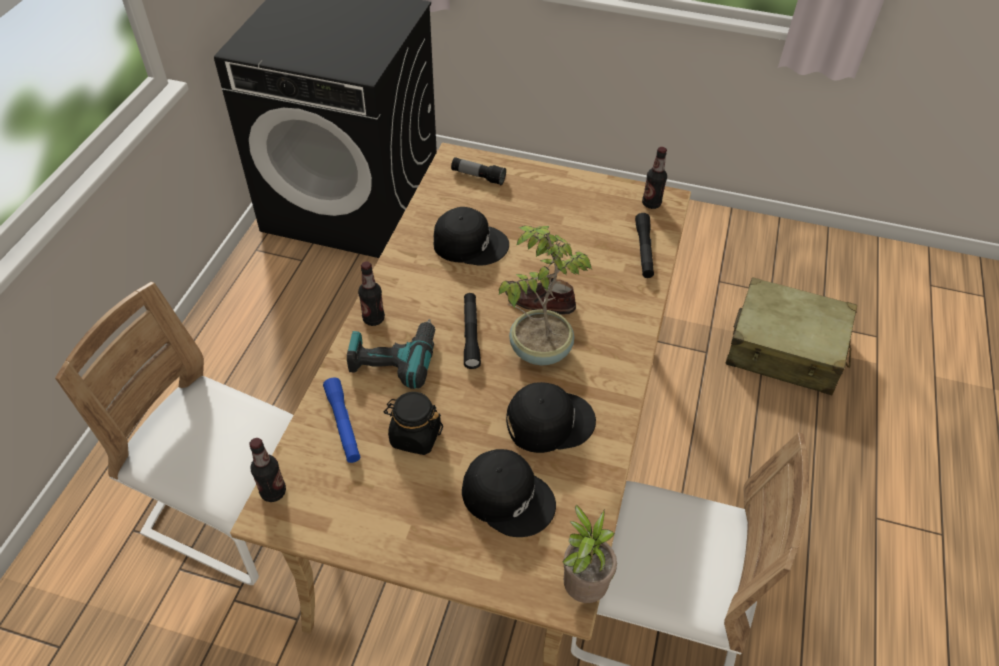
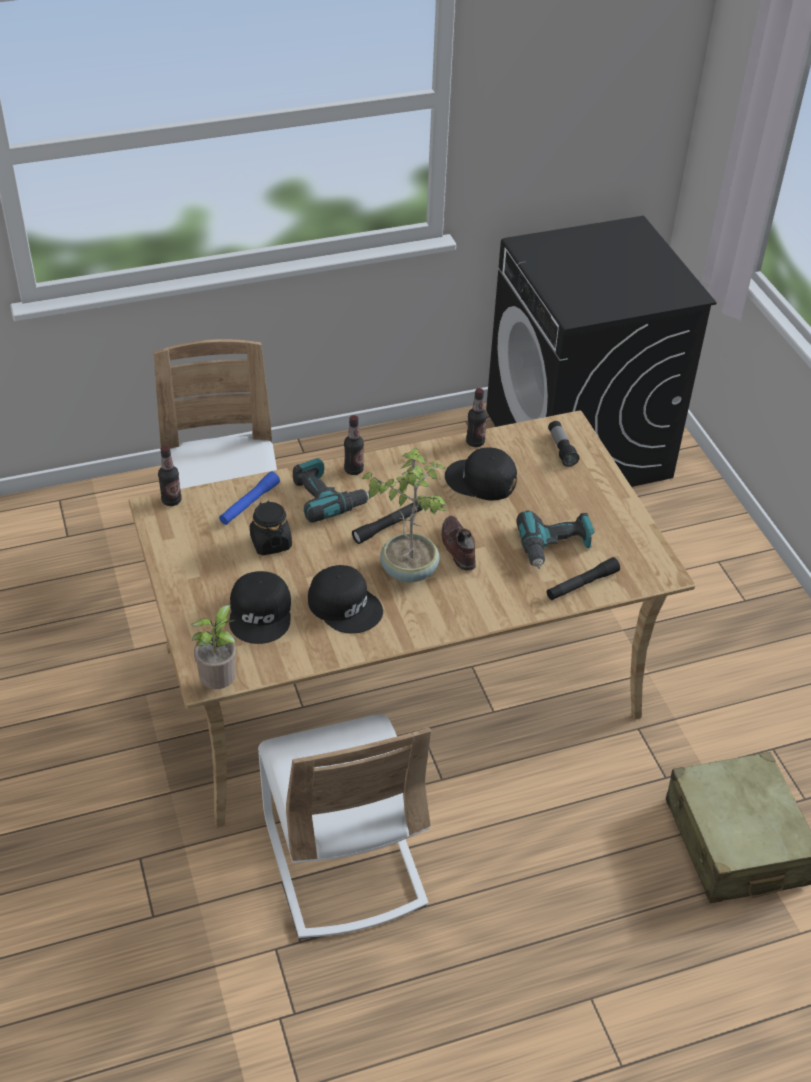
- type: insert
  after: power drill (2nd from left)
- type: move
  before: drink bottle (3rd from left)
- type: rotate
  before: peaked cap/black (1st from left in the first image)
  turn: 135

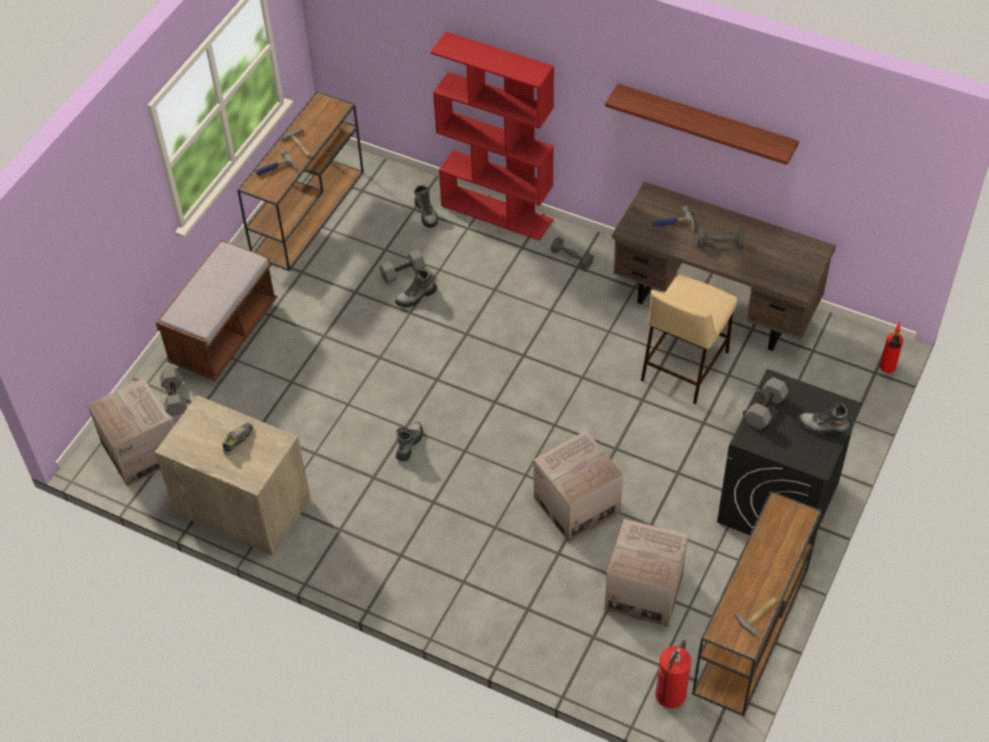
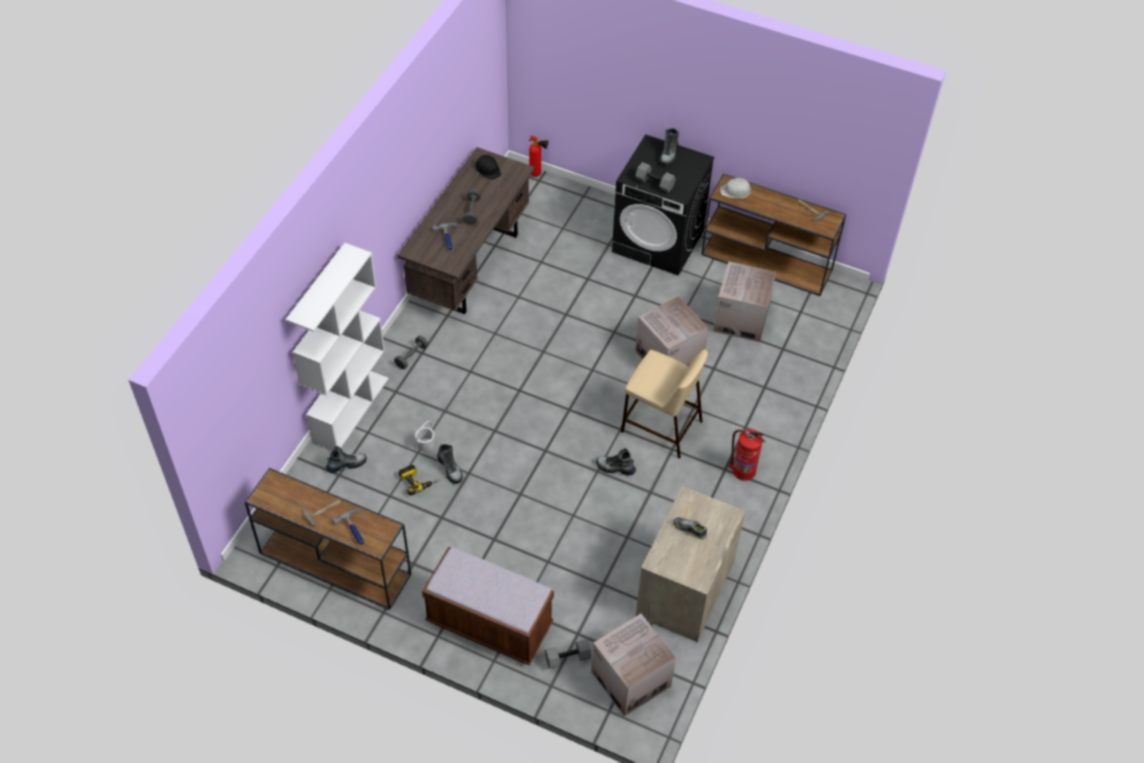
- type: delete
  before: bracket shelf
- type: insert
  after: bucket/white
- type: insert
  after: work helmet/black
- type: insert
  after: work helmet/white
- type: move
  before: sitting stool/beige-coloured
- type: move
  before: fire-fighting cylinder (1st from left in the first image)
  after: fire-fighting cylinder (2nd from left)
- type: replace
  before: free weight/greyish (2nd from left)
  after: power drill
- type: recolor
  before: bookcase/red
  after: bookcase/white

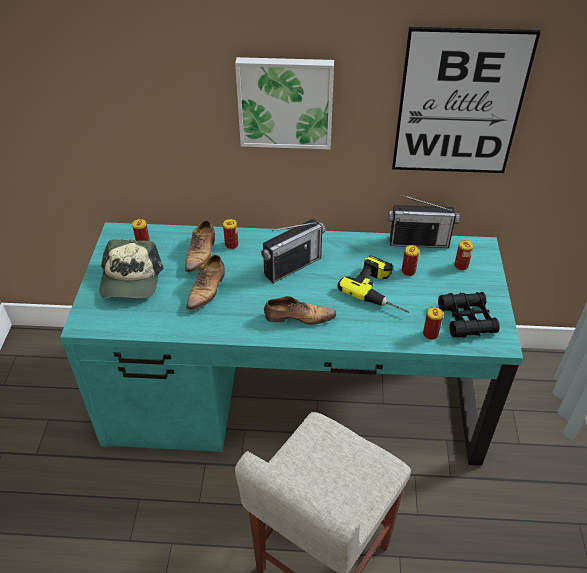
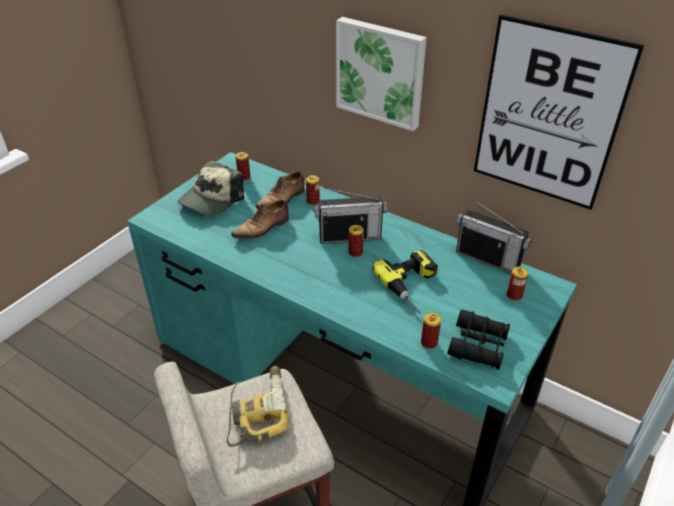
- type: delete
  before: low shoe (3rd from left)
- type: insert
  after: power drill (1st from left)
- type: move
  before: metal can (3rd from left)

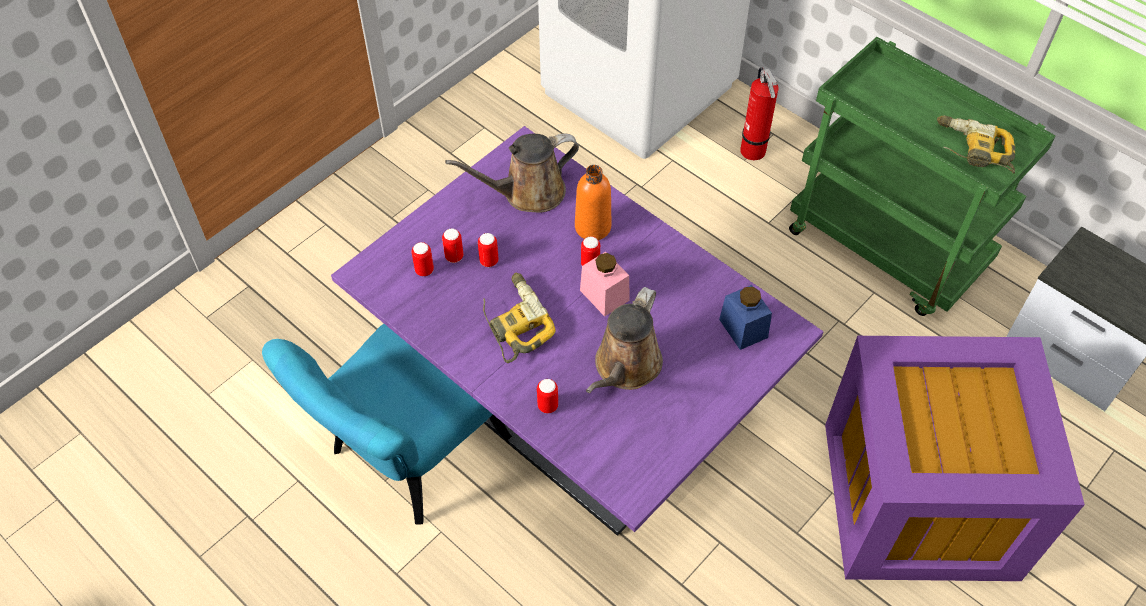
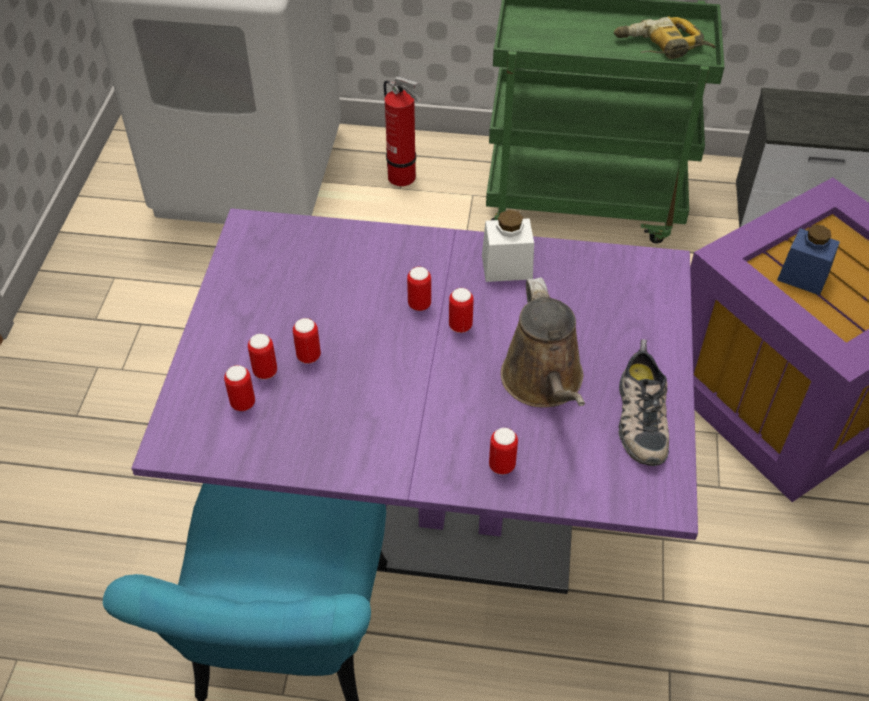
- type: delete
  before: watering can/brown (1st from left)
- type: delete
  before: power drill (1st from left)
- type: delete
  before: drink bottle/orangey
- type: insert
  after: storage jar/white
- type: insert
  after: low shoe
- type: move
  before: storage jar/blue-coloured
- type: replace
  before: storage jar/pink-coloured
  after: metal can (5th from left)

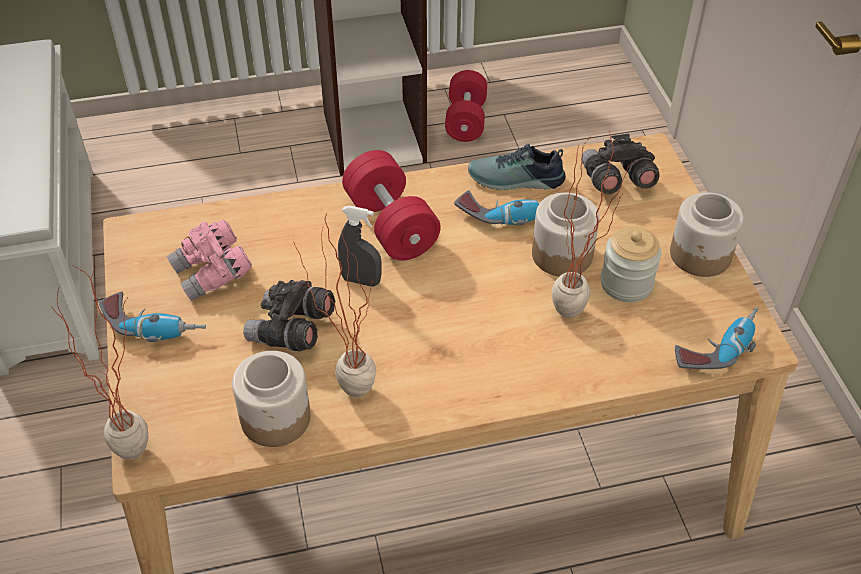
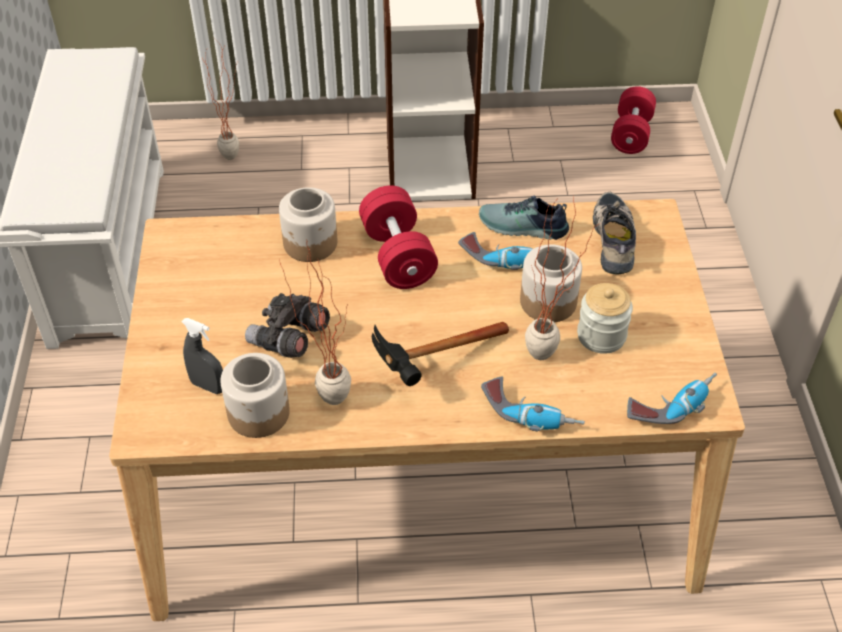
- type: delete
  before: binoculars/pink-coloured
- type: insert
  after: tool hammer
- type: move
  before: plant in a pot (1st from left)
- type: move
  before: power drill (1st from left in the first image)
  after: power drill (2nd from left)
- type: move
  before: spray bottle/greyish
- type: move
  before: free weight/red (2nd from left)
- type: move
  before: storage jar (4th from left in the first image)
  after: storage jar (2nd from left)
- type: replace
  before: binoculars/greyish (2nd from left)
  after: low shoe (2nd from left)

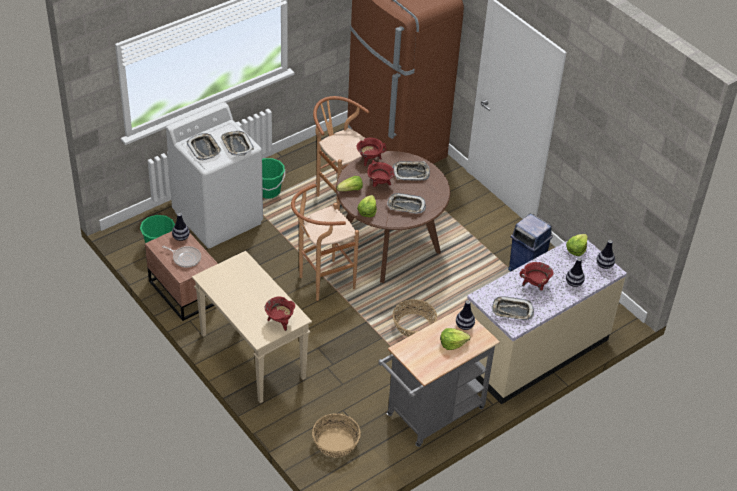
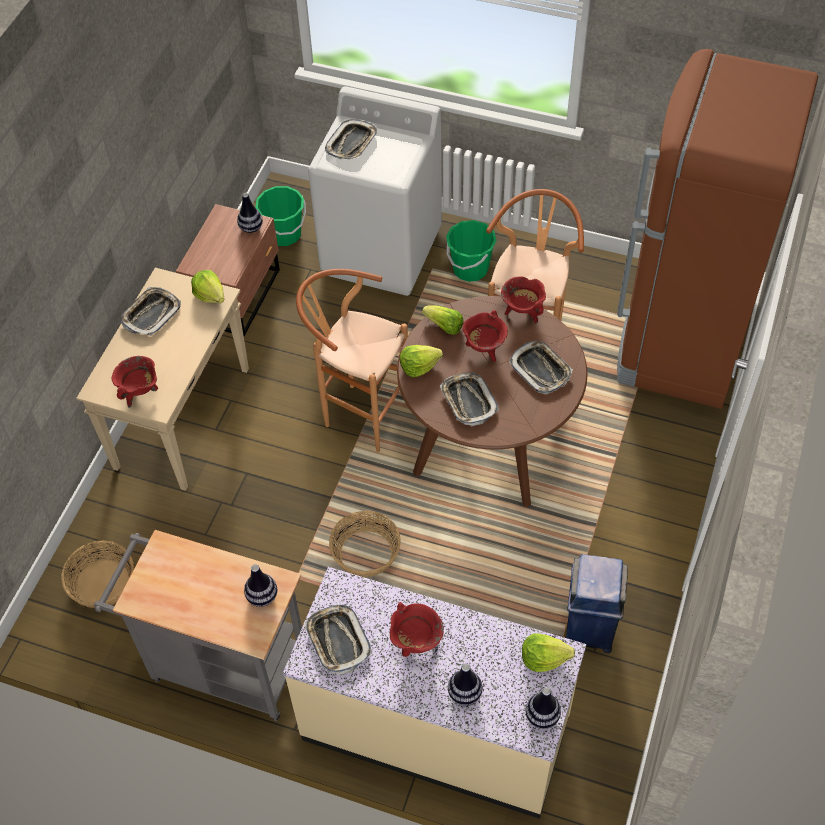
- type: delete
  before: pan
- type: move
  before: serving tray (2nd from left in the first image)
  after: serving tray (1st from left)
- type: move
  before: lettuce (3rd from left in the first image)
  after: lettuce (1st from left)

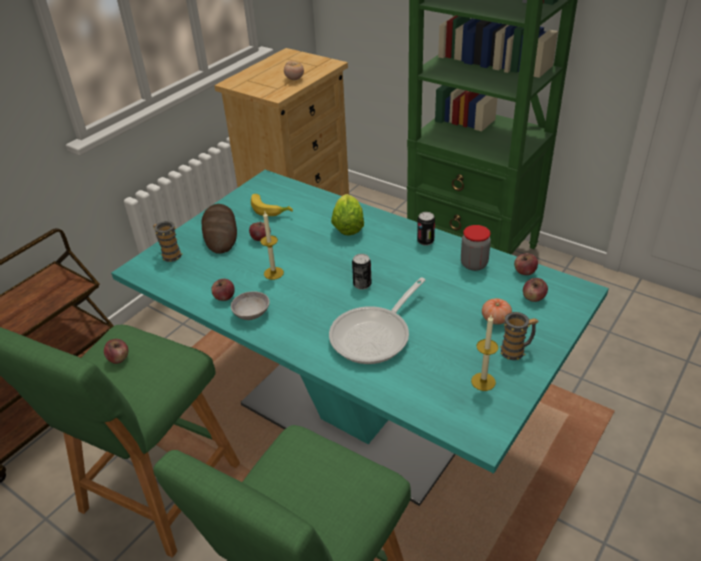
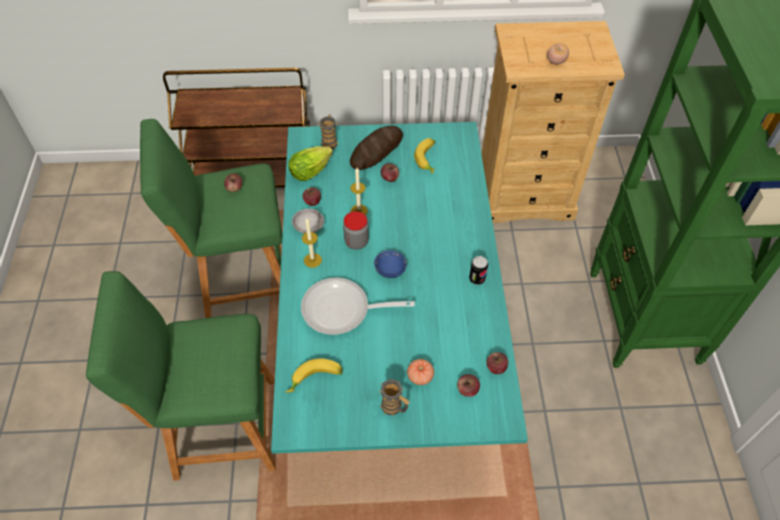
- type: insert
  after: whole banana (1st from left)
- type: move
  before: lettuce
- type: move
  before: storage jar
- type: move
  before: wax candle (2nd from left in the first image)
  after: wax candle (1st from left)
- type: replace
  before: metal can (1st from left)
  after: deep dish/blue-coloured

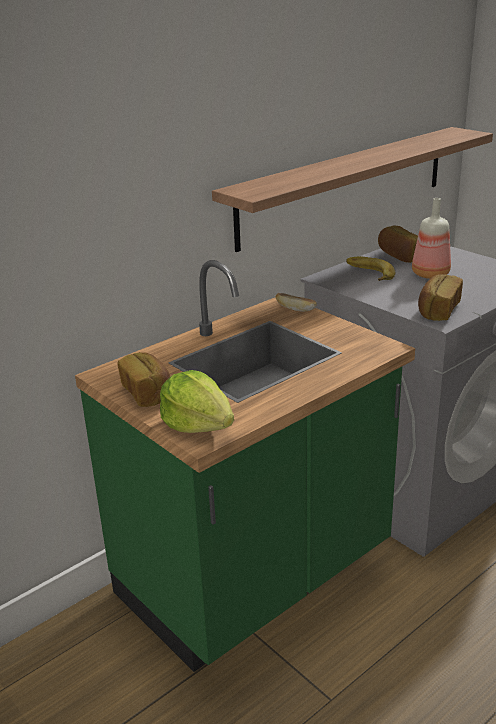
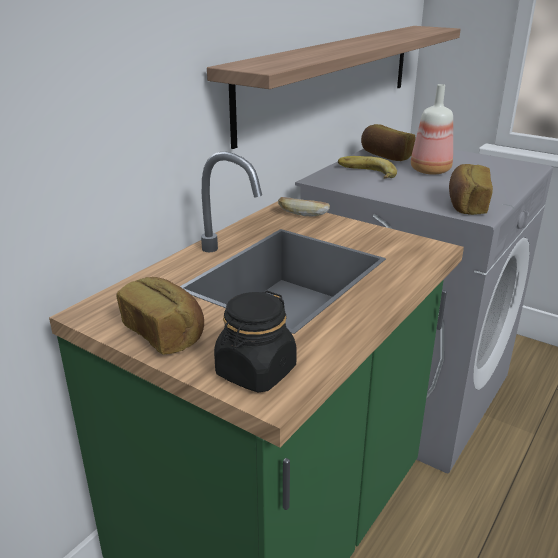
- type: replace
  before: lettuce
  after: storage jar/black

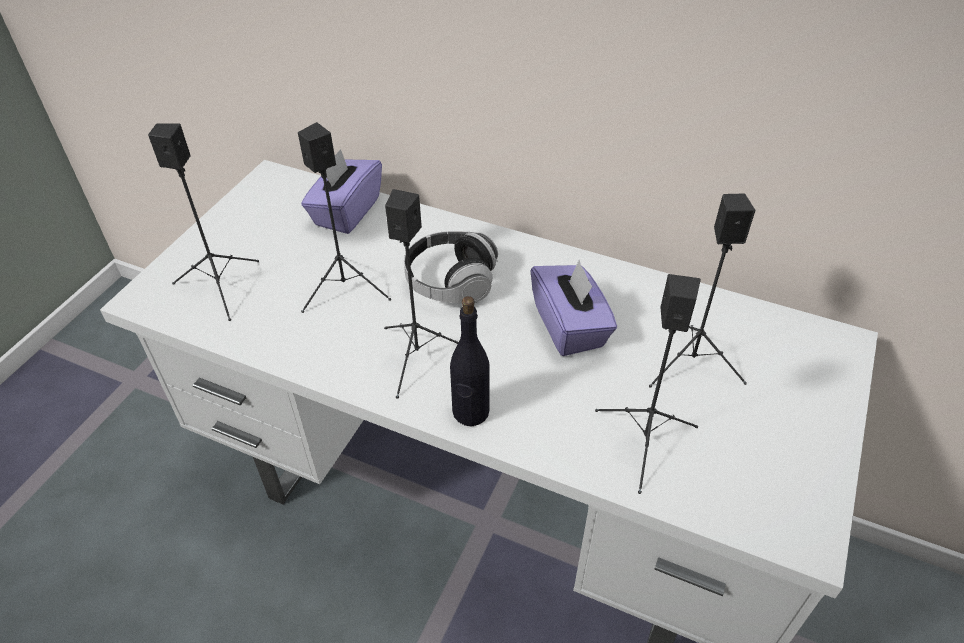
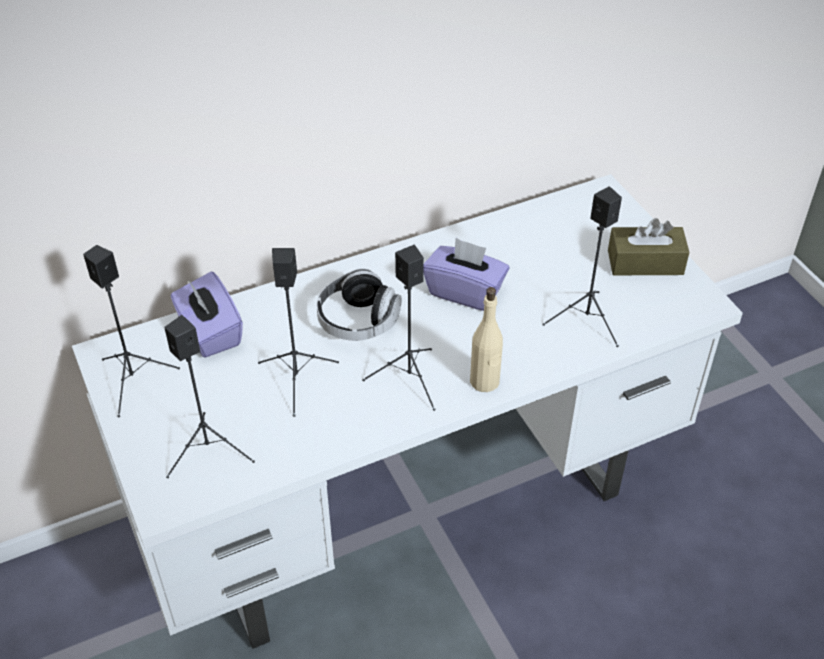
- type: insert
  after: box of tissues/brown
- type: move
  before: audio speaker/black (5th from left in the first image)
  after: audio speaker/black (1st from left)
- type: recolor
  before: drink bottle/black
  after: drink bottle/beige-coloured

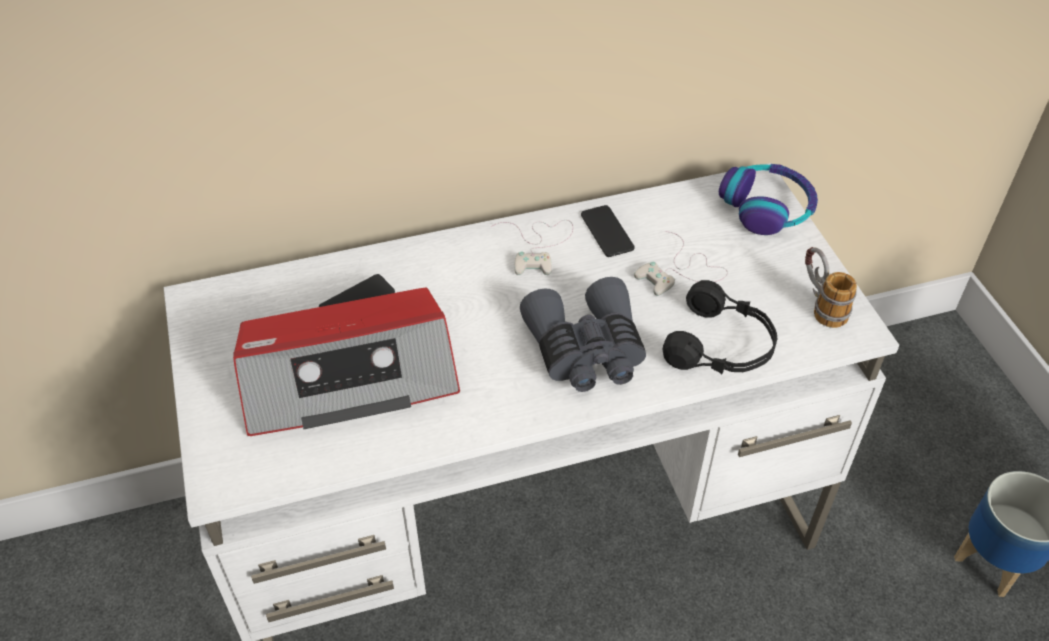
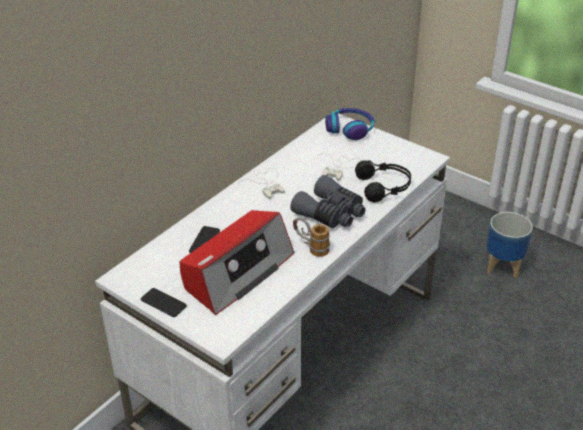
- type: move
  before: handset (2nd from left in the first image)
  after: handset (1st from left)
- type: move
  before: mug

